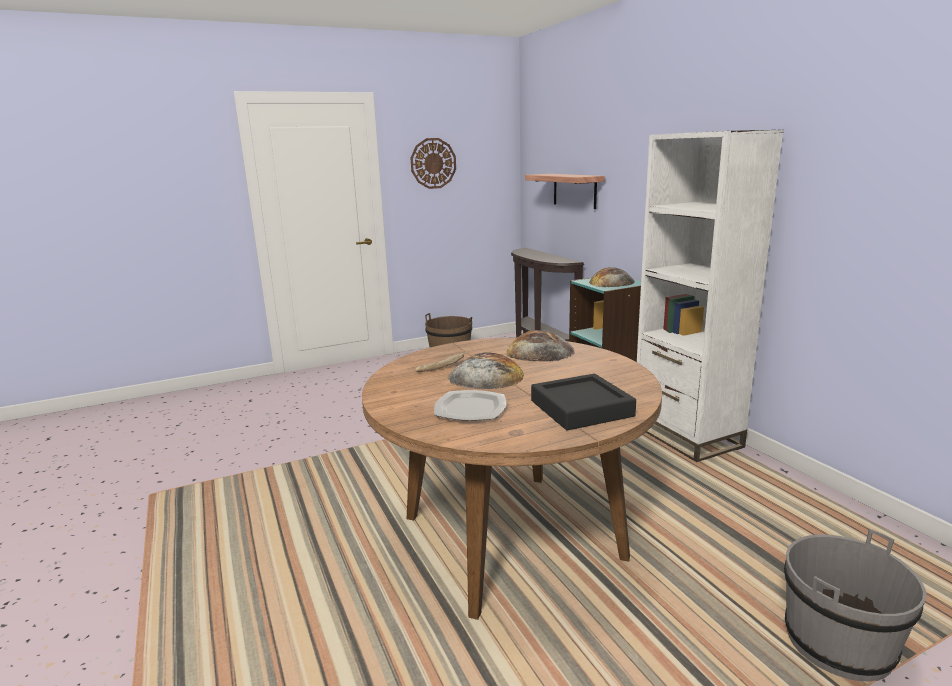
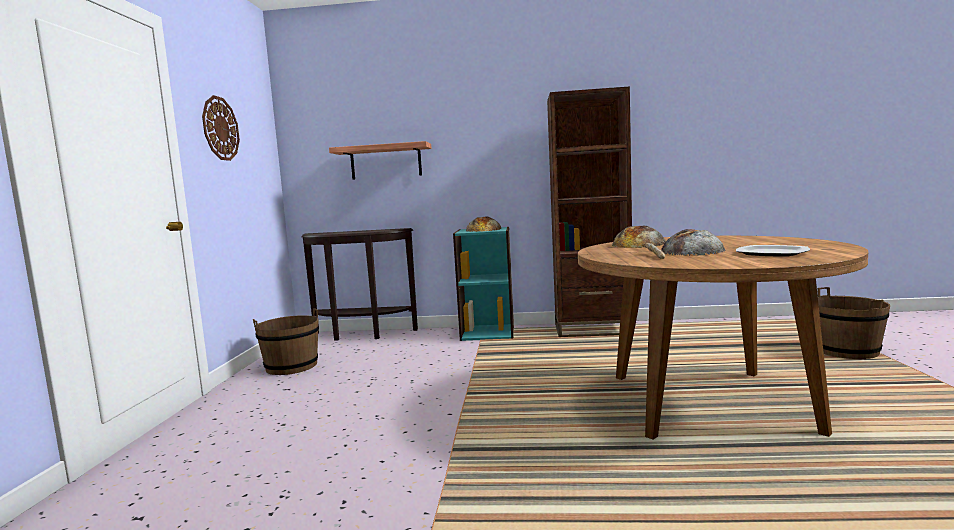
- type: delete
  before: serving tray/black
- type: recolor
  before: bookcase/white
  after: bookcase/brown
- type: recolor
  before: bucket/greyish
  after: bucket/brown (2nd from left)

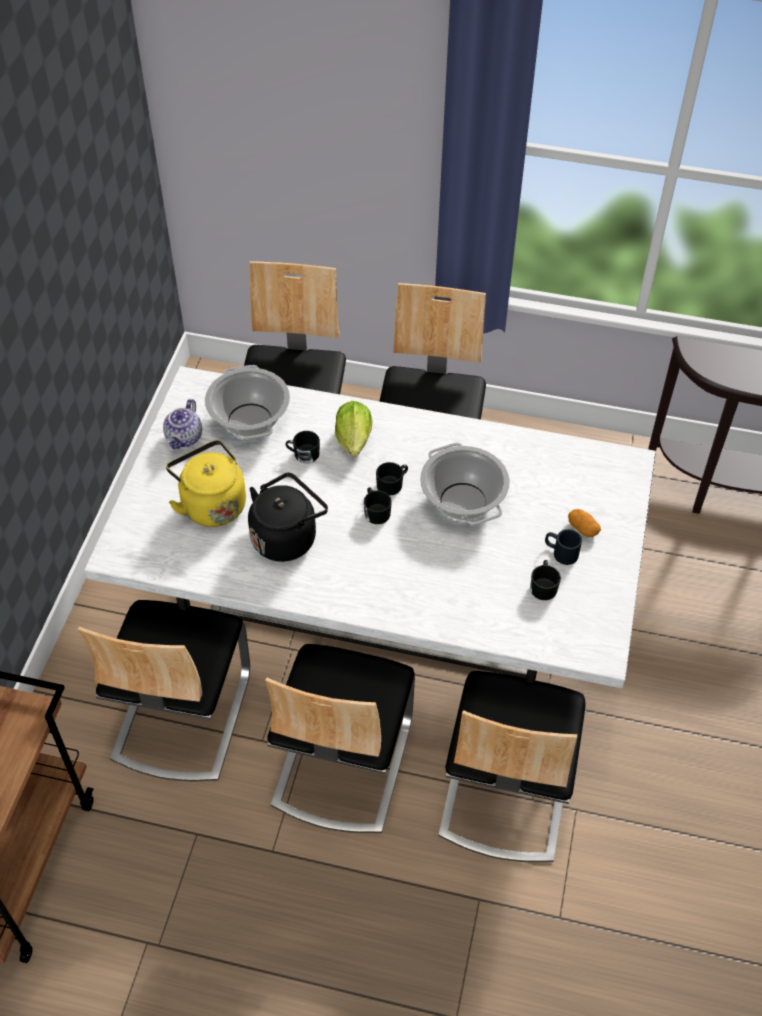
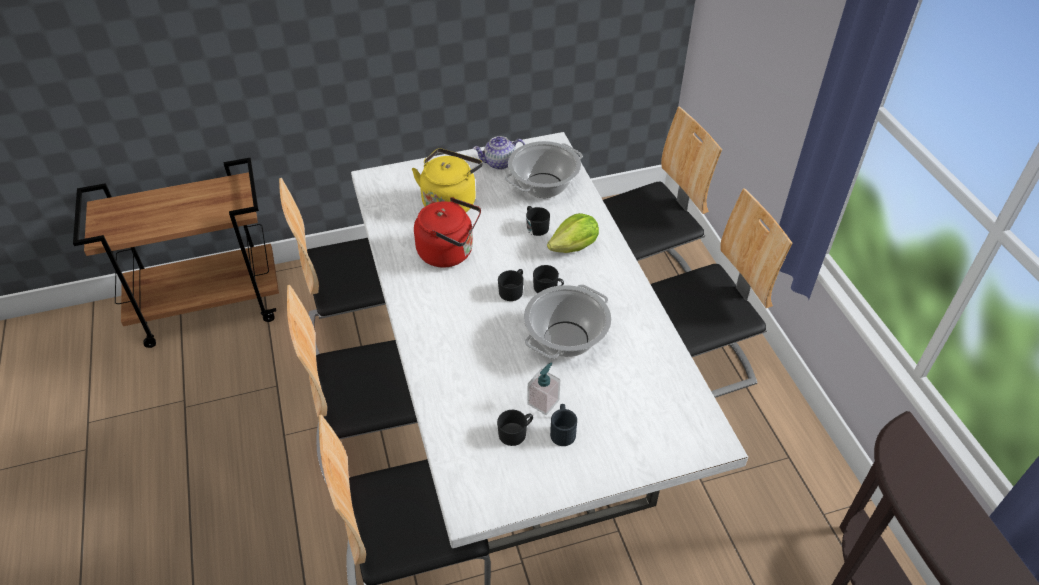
- type: delete
  before: potato
- type: insert
  after: soap dispenser
- type: recolor
  before: kettle/black
  after: kettle/red

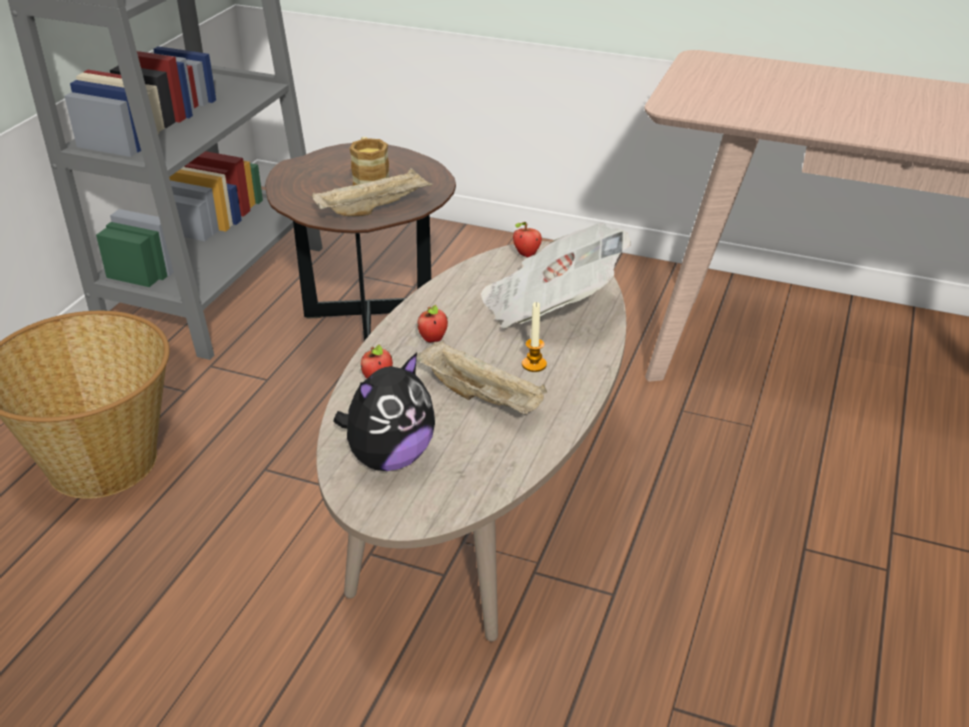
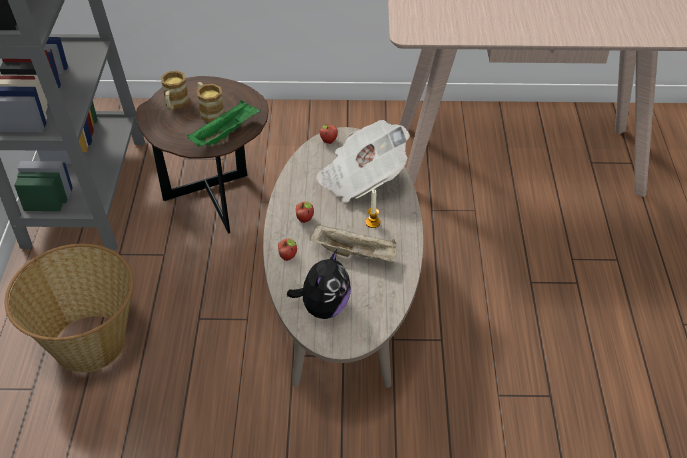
- type: insert
  after: mug (1st from left)
- type: recolor
  before: serving tray/beige-coloured (1st from left)
  after: serving tray/greenish

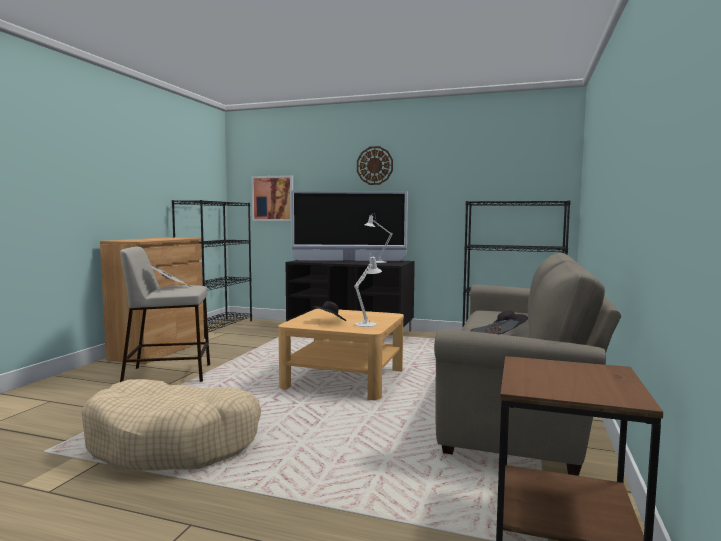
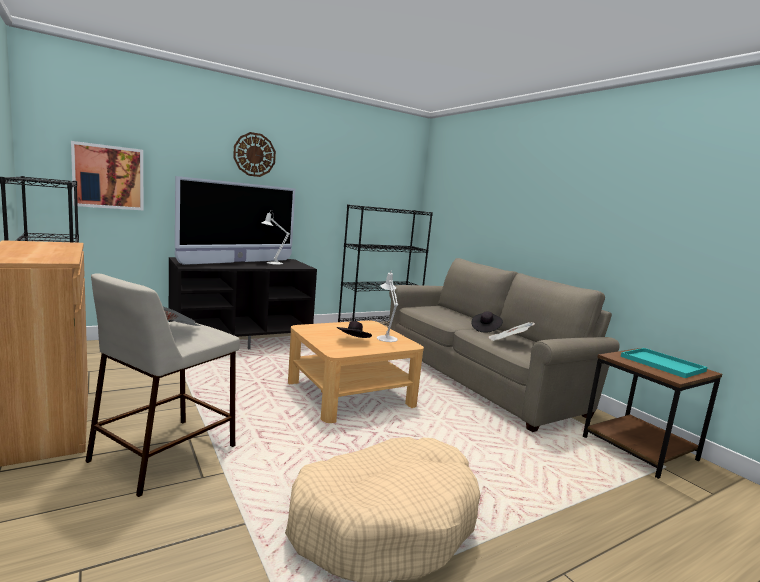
- type: insert
  after: serving tray/turquoise

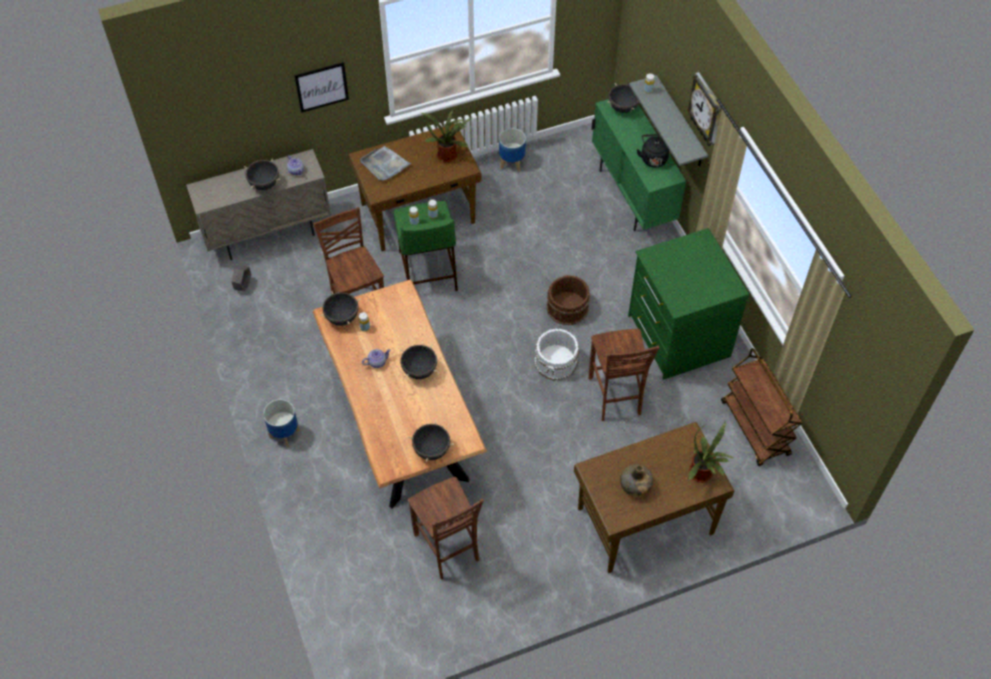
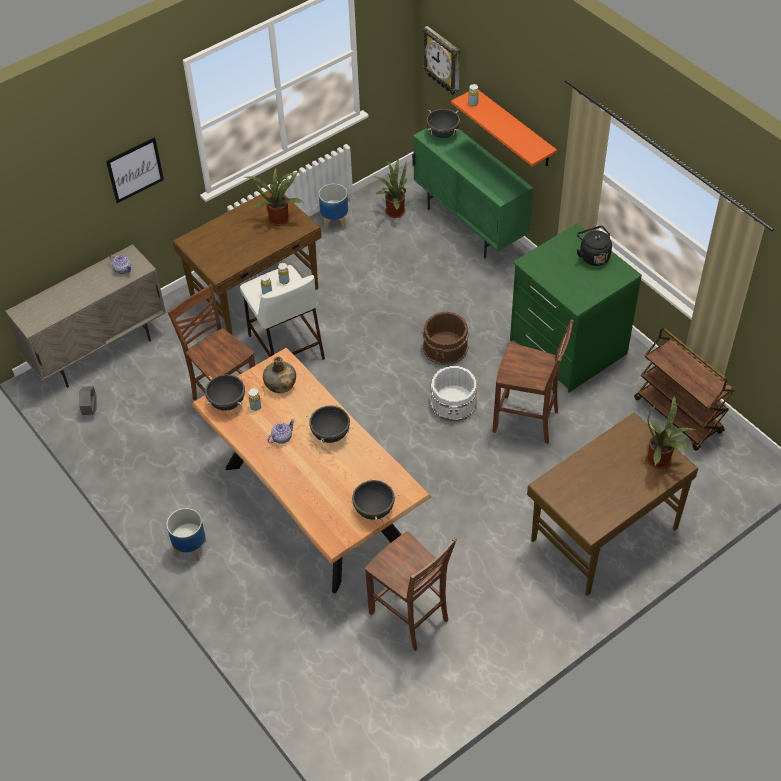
- type: delete
  before: stockpot/black (1st from left)
- type: delete
  before: serving tray/greyish
- type: insert
  after: plant in a pot (2nd from left)
- type: move
  before: drink bottle/greenish
- type: move
  before: kettle/black
- type: move
  before: hanging clock
- type: recolor
  before: sitting stool/greenish
  after: sitting stool/white
- type: recolor
  before: bracket shelf/greyish
  after: bracket shelf/orangey
- type: rotate
  before: plain chair/brown (3rd from left)
  turn: -45

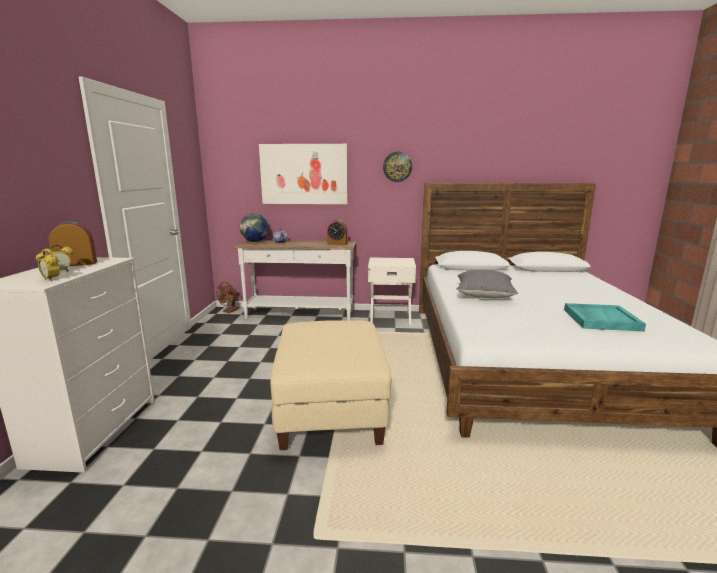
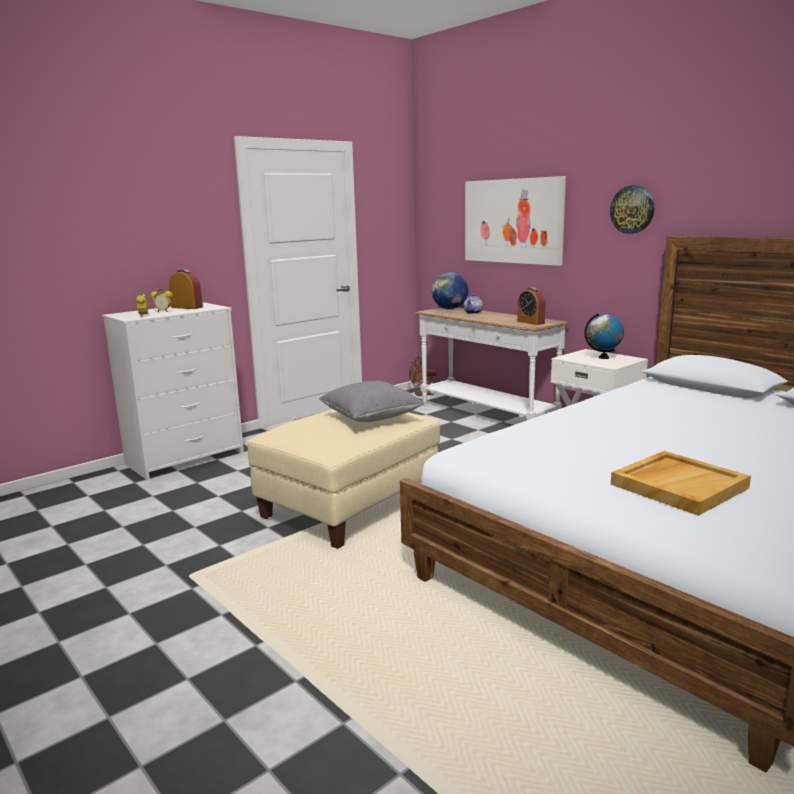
- type: insert
  after: globe (2nd from left)
- type: move
  before: throw pillow/greyish
- type: recolor
  before: serving tray/turquoise
  after: serving tray/beige-coloured

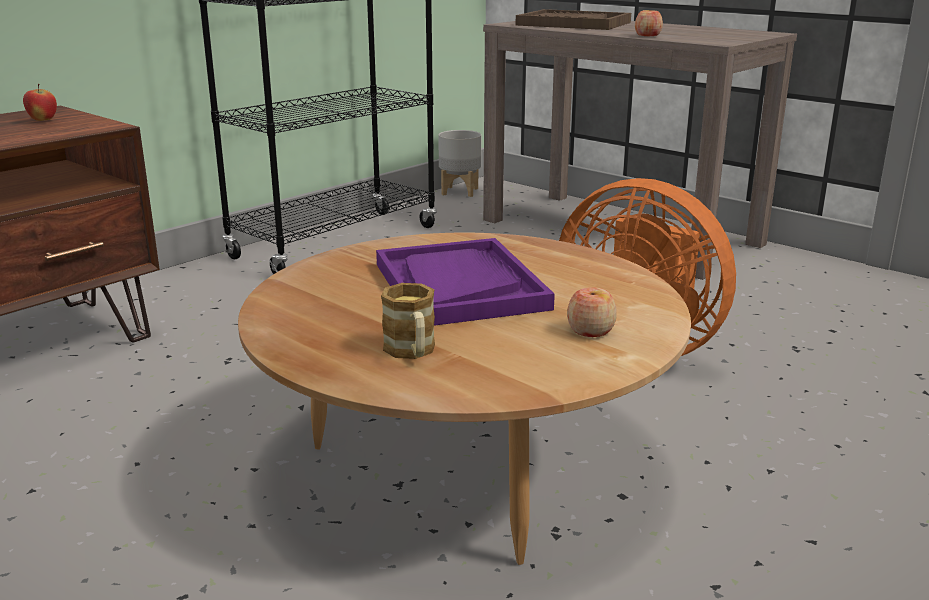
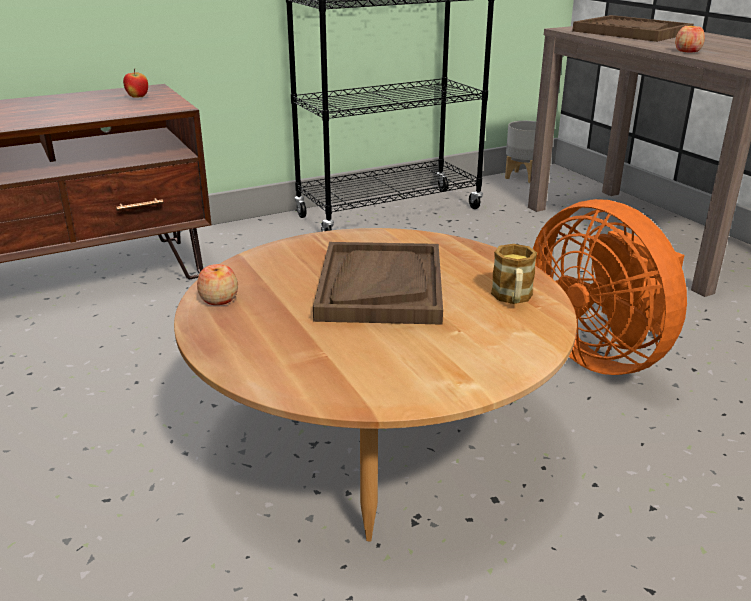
- type: move
  before: mug
- type: move
  before: apple (2nd from left)
- type: recolor
  before: serving tray/purple-coloured
  after: serving tray/brown (1st from left)

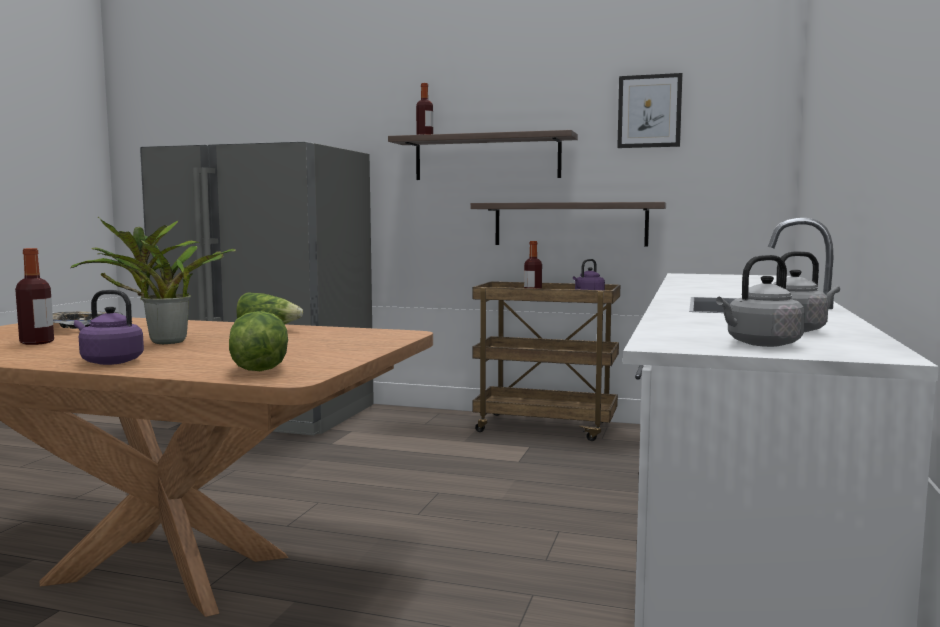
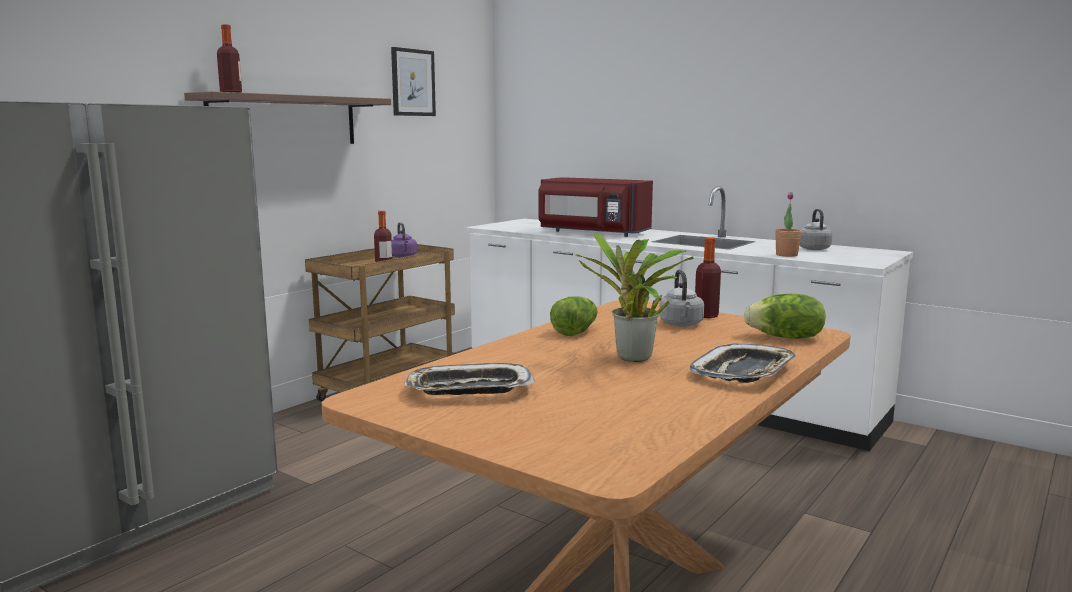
- type: delete
  before: bracket shelf (2nd from left)
- type: insert
  after: microwave/red
- type: insert
  after: plant in a pot (2nd from left)
- type: move
  before: drink bottle (1st from left in the first image)
  after: drink bottle (3rd from left)
- type: move
  before: kettle/greyish (1st from left)
- type: replace
  before: kettle/purple-coloured (1st from left)
  after: serving tray (2nd from left)

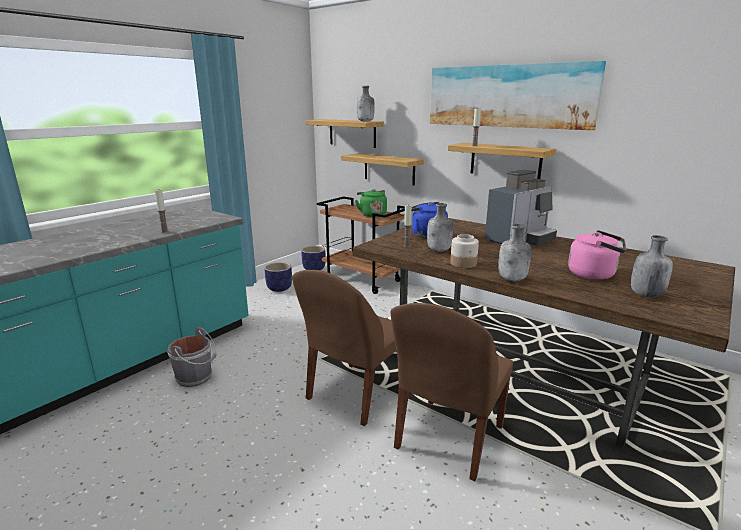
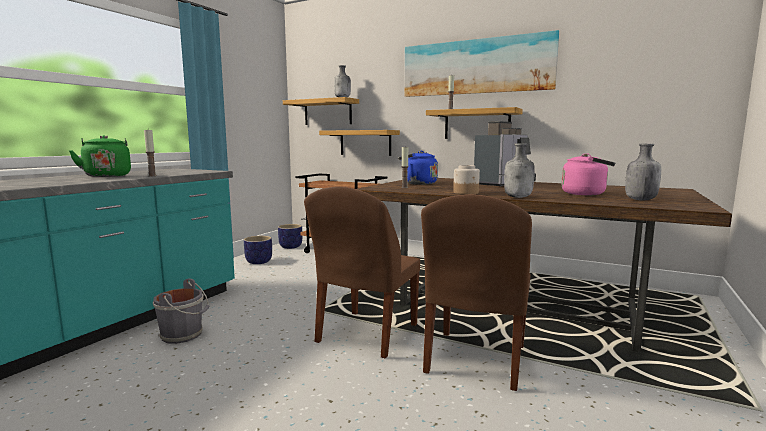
- type: delete
  before: drink bottle/greyish (2nd from left)
- type: move
  before: kettle/greenish

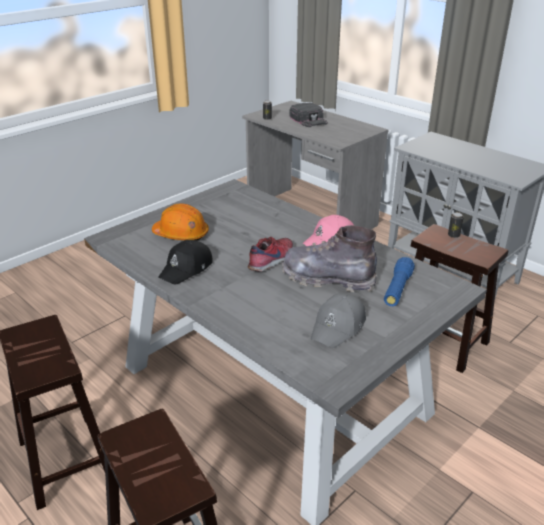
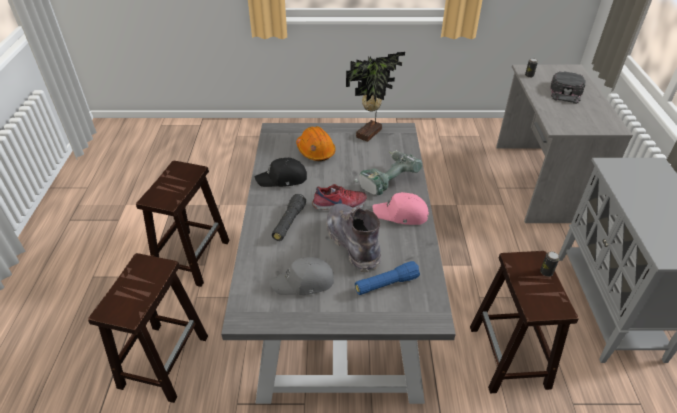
- type: insert
  after: hand torch/black
- type: insert
  after: plant in a pot
- type: insert
  after: power drill

